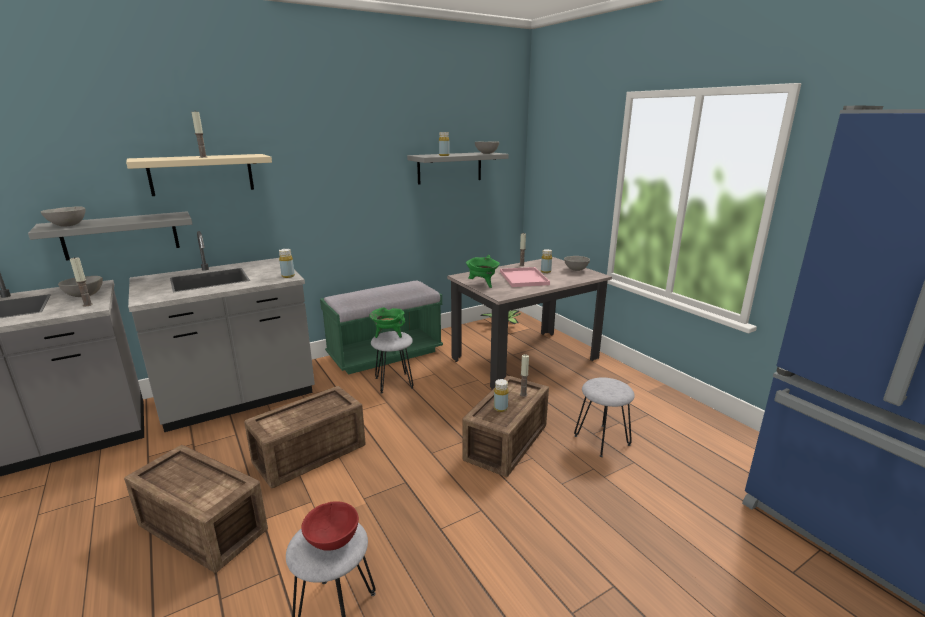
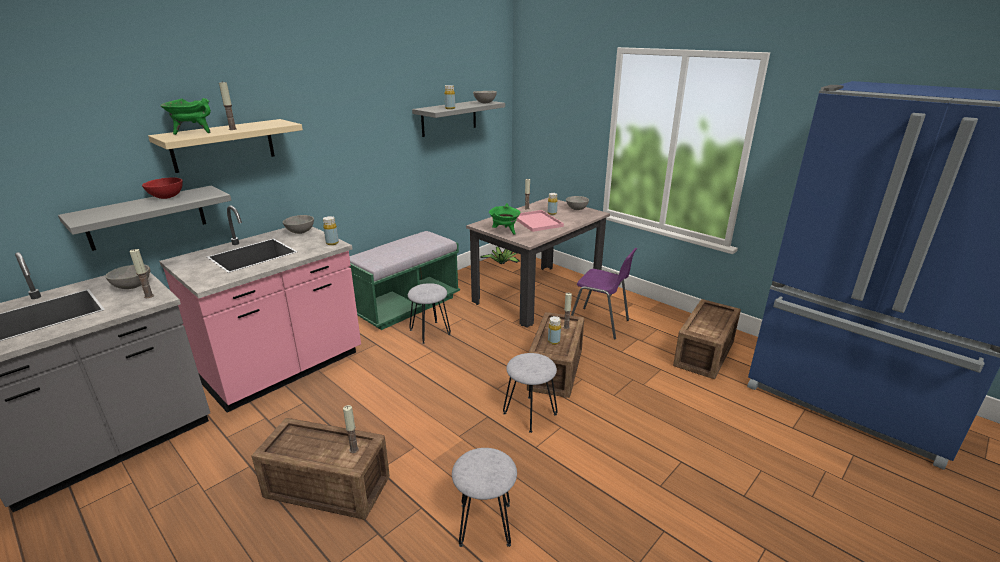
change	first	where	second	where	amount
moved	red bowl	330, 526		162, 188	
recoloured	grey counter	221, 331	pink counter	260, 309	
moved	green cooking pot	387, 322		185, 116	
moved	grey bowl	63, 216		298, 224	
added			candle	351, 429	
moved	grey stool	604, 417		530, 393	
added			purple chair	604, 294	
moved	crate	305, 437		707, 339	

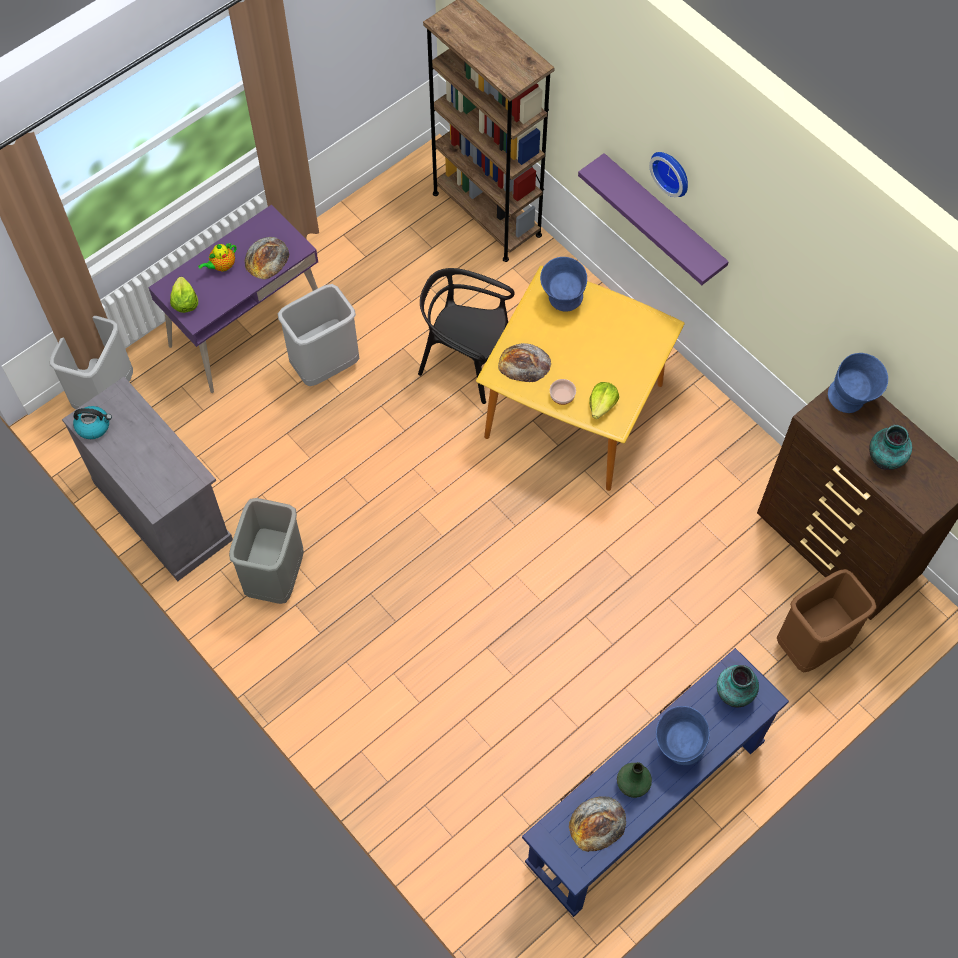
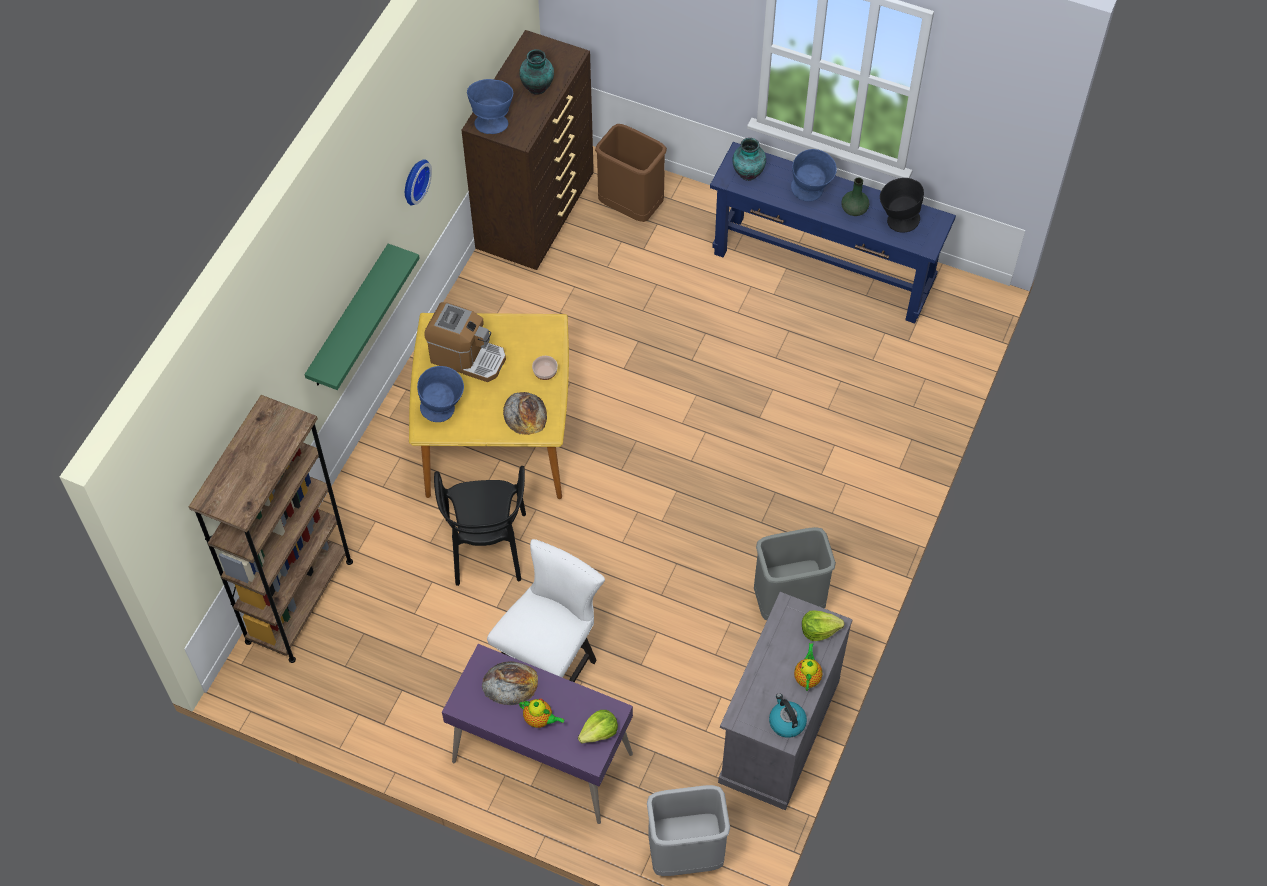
change	first	where	second	where	amount
recoloured	purple shelf	653, 219	green shelf	362, 317	
moved	wall clock	668, 174		418, 182	
added			coffee machine	465, 342	
replaced	grey trash can	319, 335	white chair	546, 610	
added			teapot	808, 667	
moved	lettuce	604, 400		823, 625	
replaced	bread	597, 824	black bowl	902, 205	

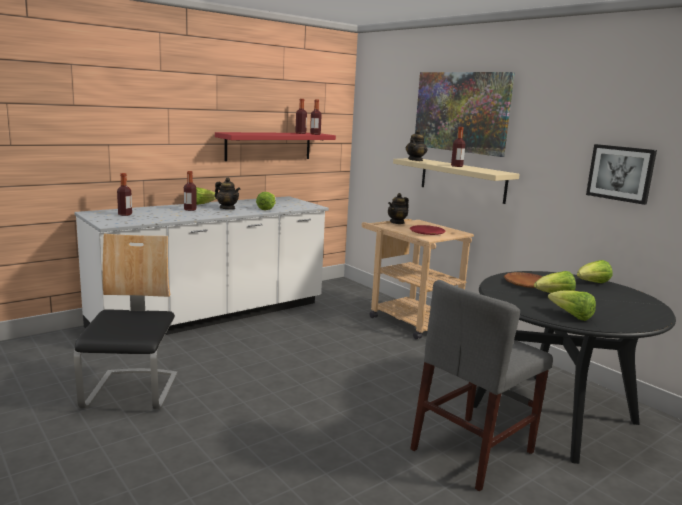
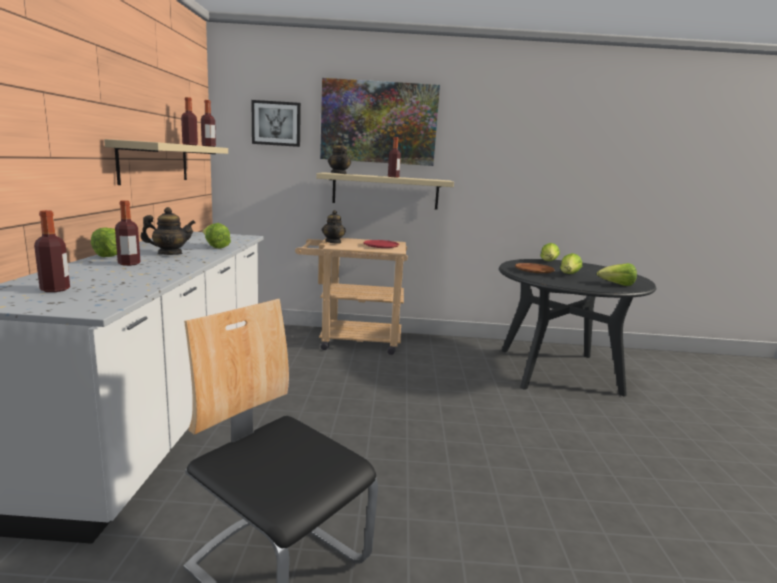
change	first	where	second	where	amount
recoloured	red shelf	275, 146	beige shelf	166, 162	
moved	picture	621, 174		276, 123	
removed	grey chair	481, 385			

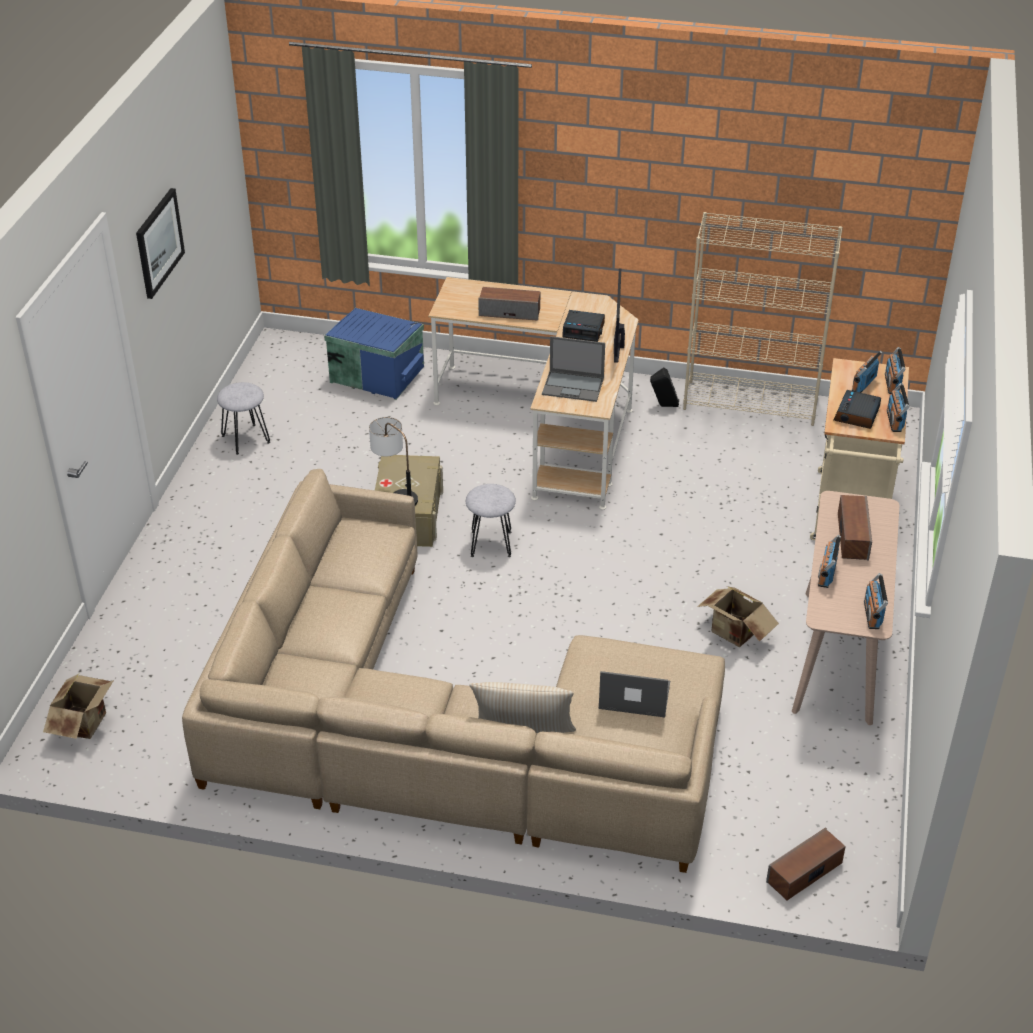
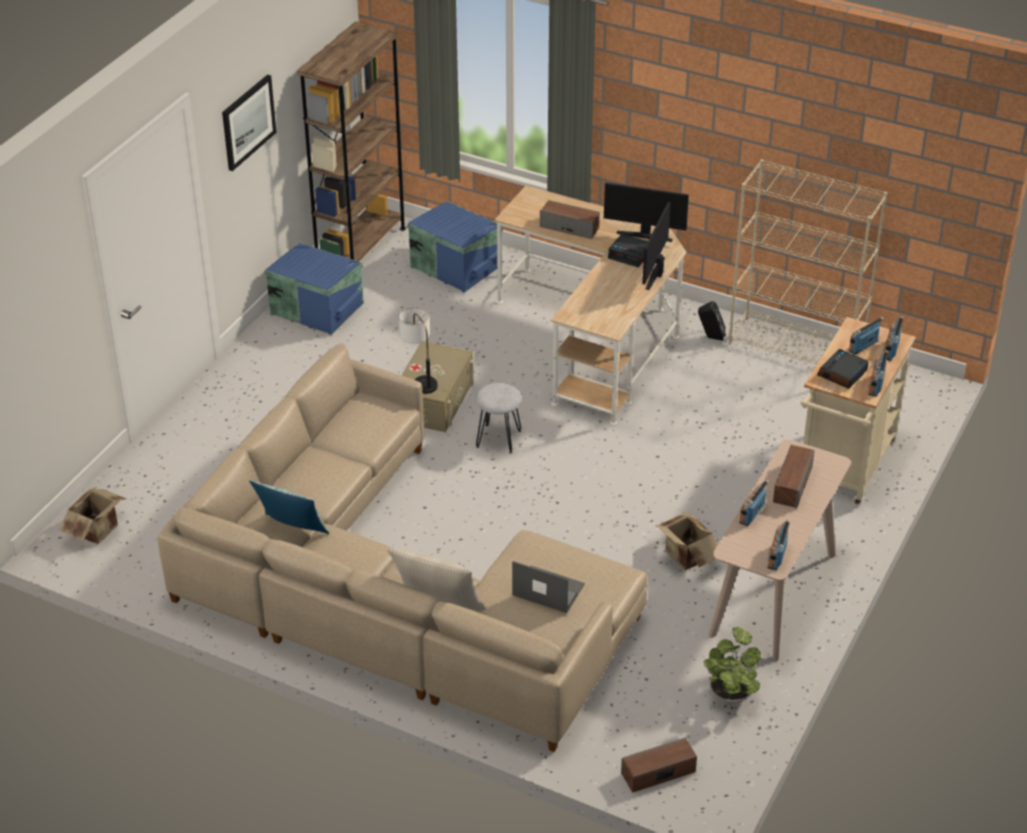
change	first	where	second	where	amount
added			pillow	289, 507	
replaced	grey stool	243, 418	blue storage box	314, 289	
added			brown bookcase	351, 141	
added			monitor	646, 212	
added			potted plant	732, 666	
removed	laptop	573, 369			

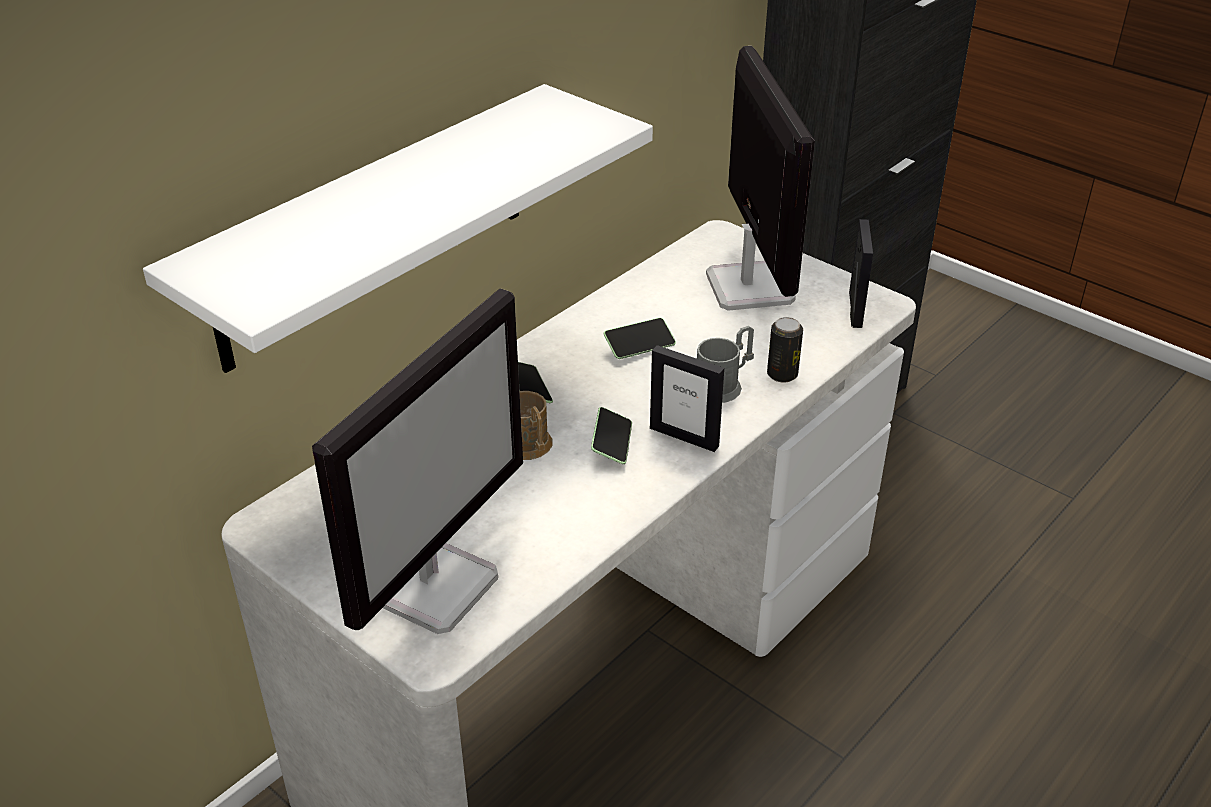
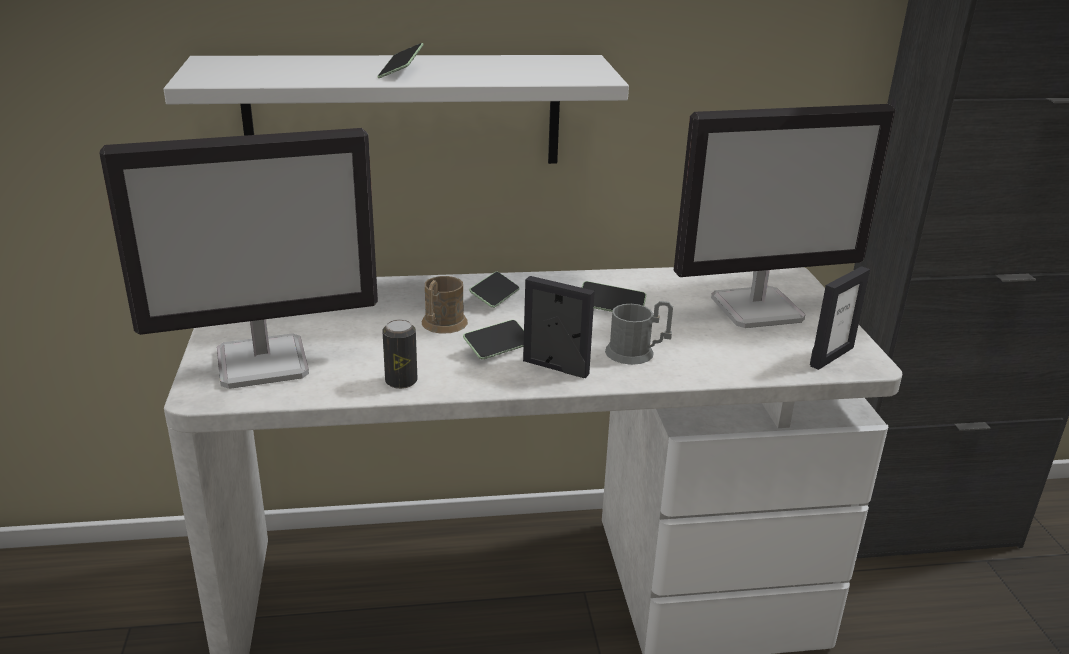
change	first	where	second	where	amount
added			phone	400, 60	
moved	can	785, 349		399, 354	
turned	picture frame	687, 398		559, 327	135 degrees clockwise
turned	monitor	760, 178		784, 216	45 degrees clockwise

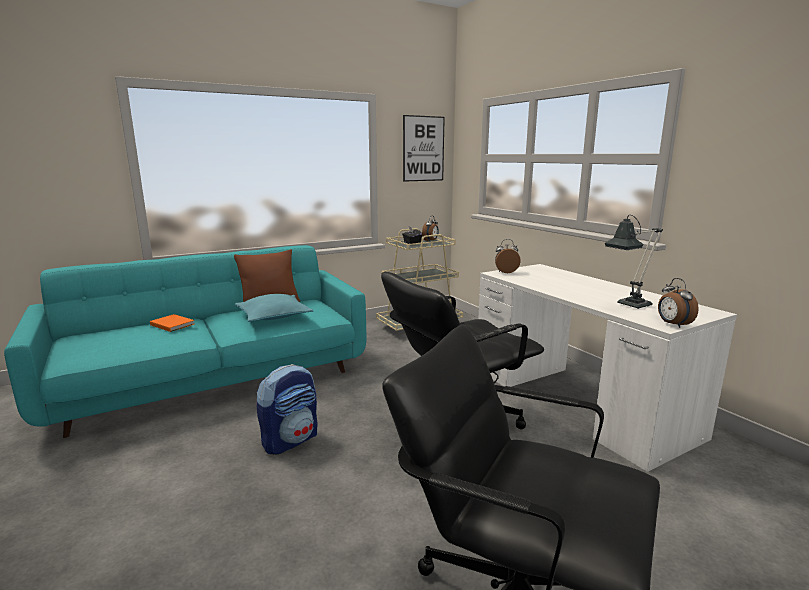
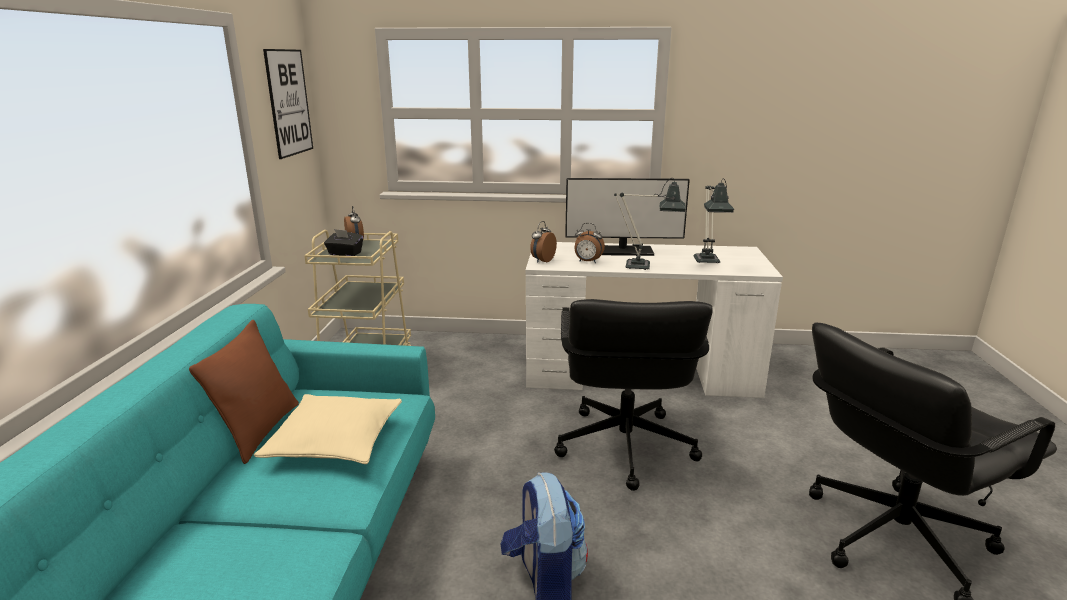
change	first	where	second	where	amount
recoloured	turquoise pillow	274, 308	beige pillow	328, 429	
added			monitor	627, 217	
moved	alarm clock	678, 303		590, 243	
added			table lamp	650, 224	
removed	orange book	172, 323			

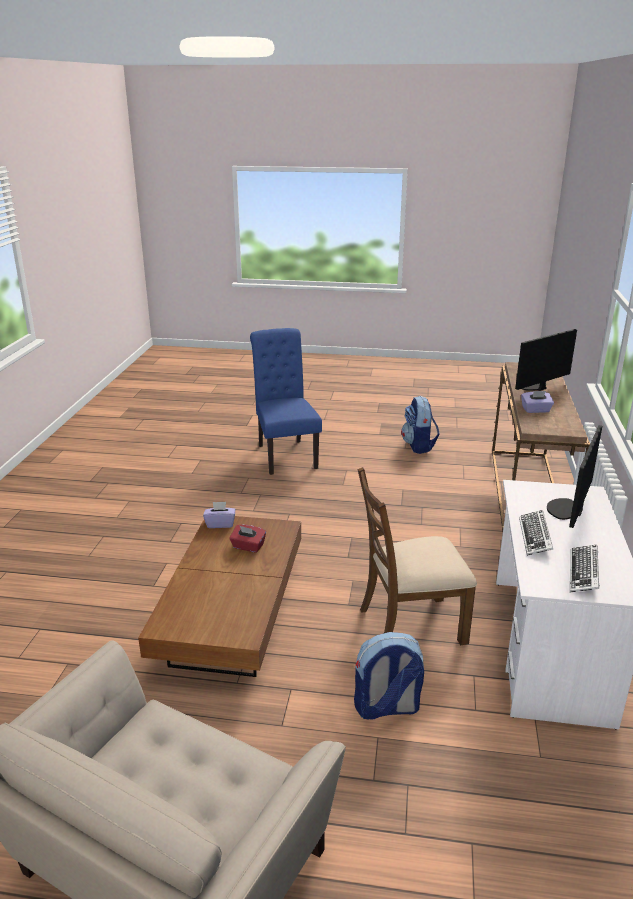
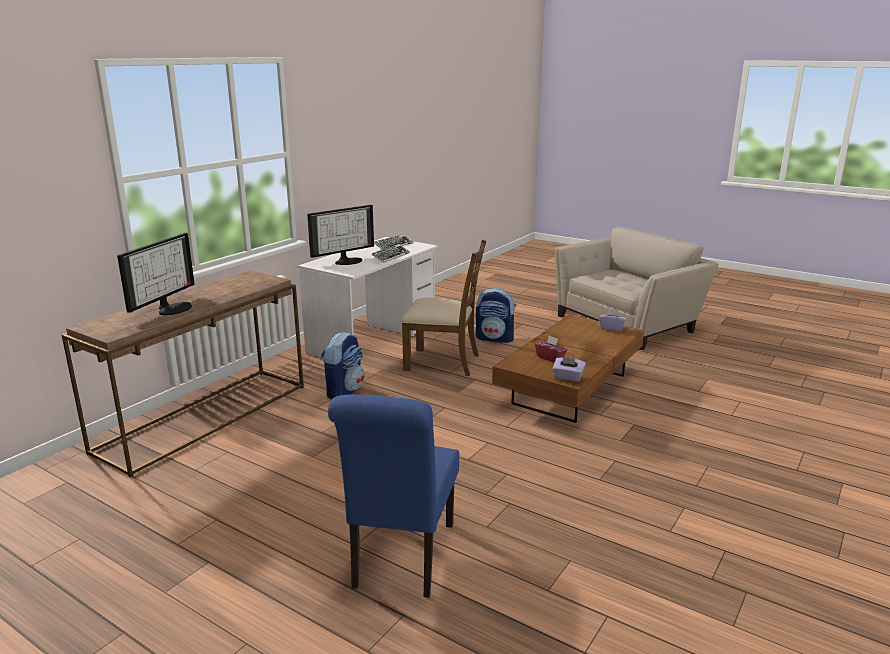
change	first	where	second	where	amount
turned	monitor	546, 360		156, 274	60 degrees counterclockwise
moved	backpack	420, 425		343, 365	
moved	purple tissue box	537, 402		612, 320	

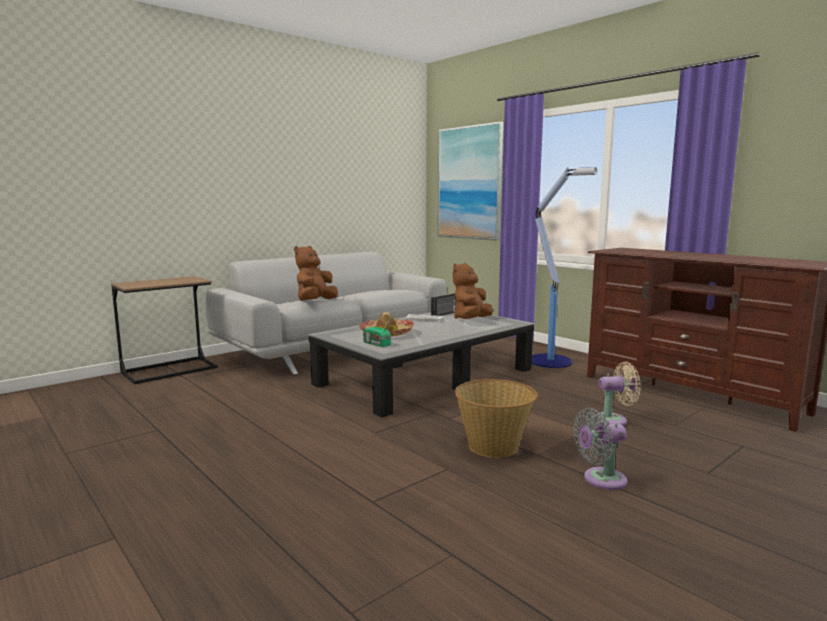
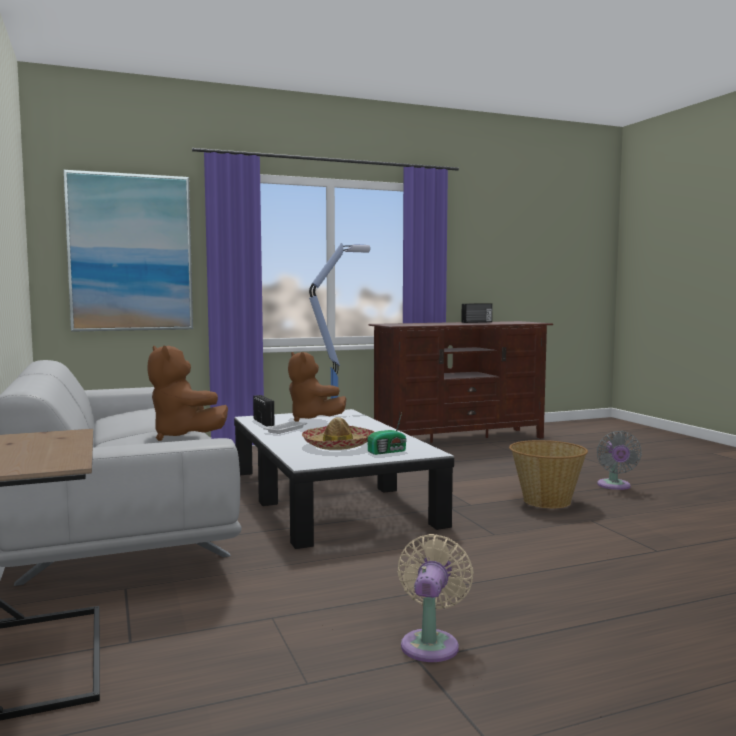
change	first	where	second	where	amount
moved	beige fan	619, 394		436, 598	
added			radio	476, 313	

